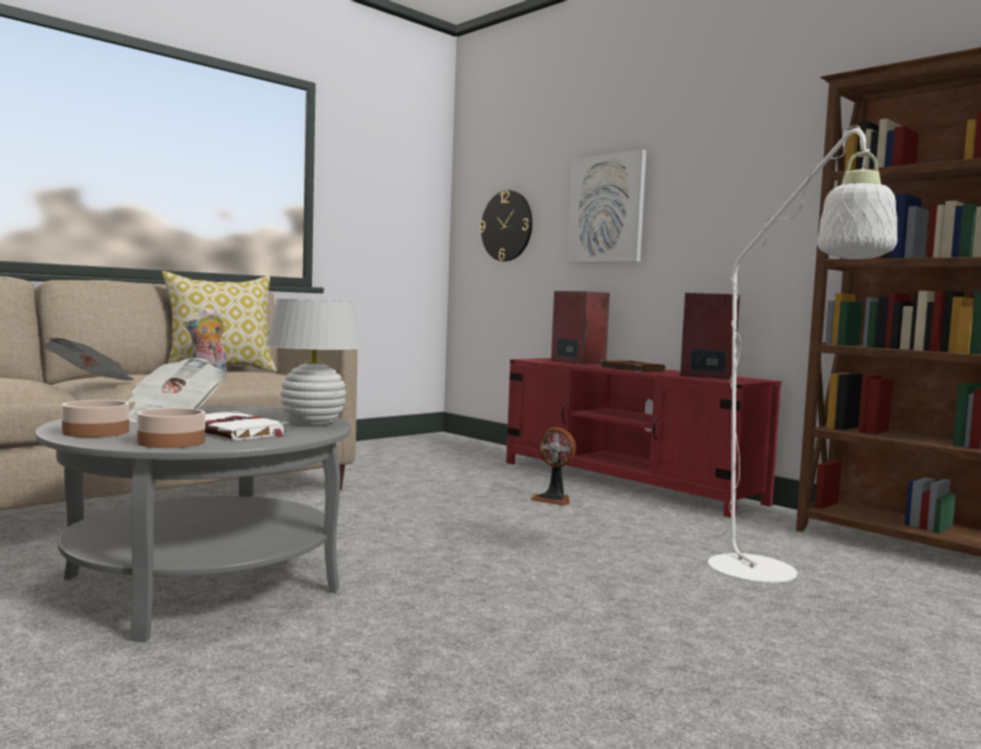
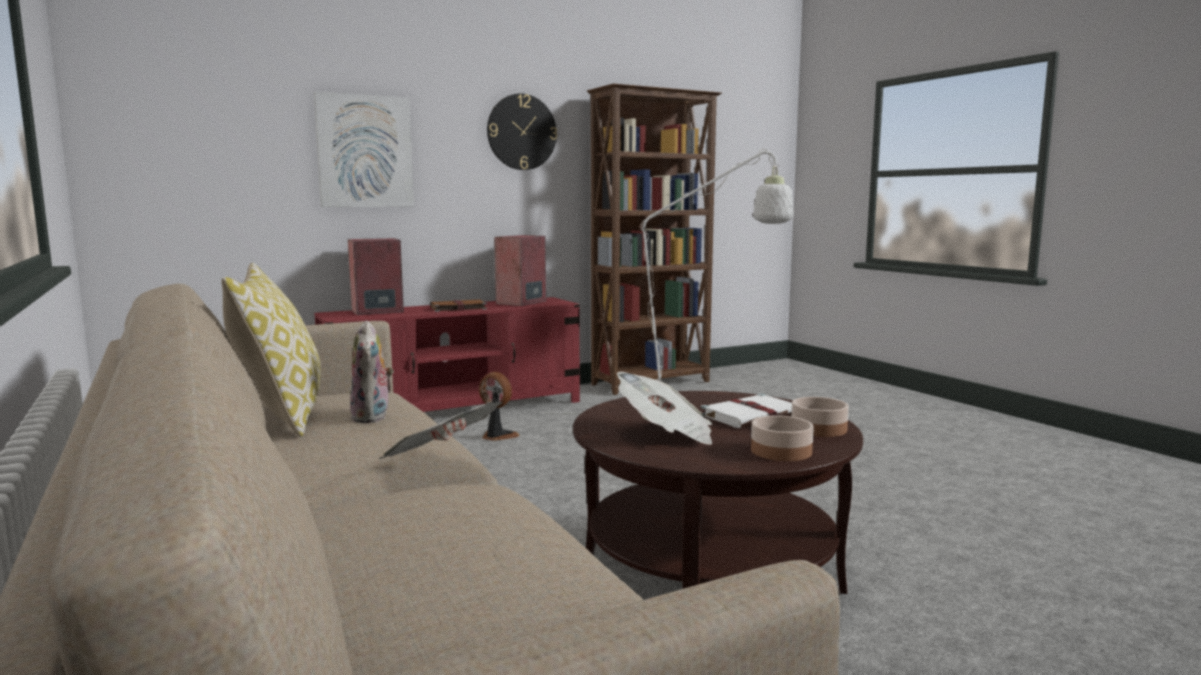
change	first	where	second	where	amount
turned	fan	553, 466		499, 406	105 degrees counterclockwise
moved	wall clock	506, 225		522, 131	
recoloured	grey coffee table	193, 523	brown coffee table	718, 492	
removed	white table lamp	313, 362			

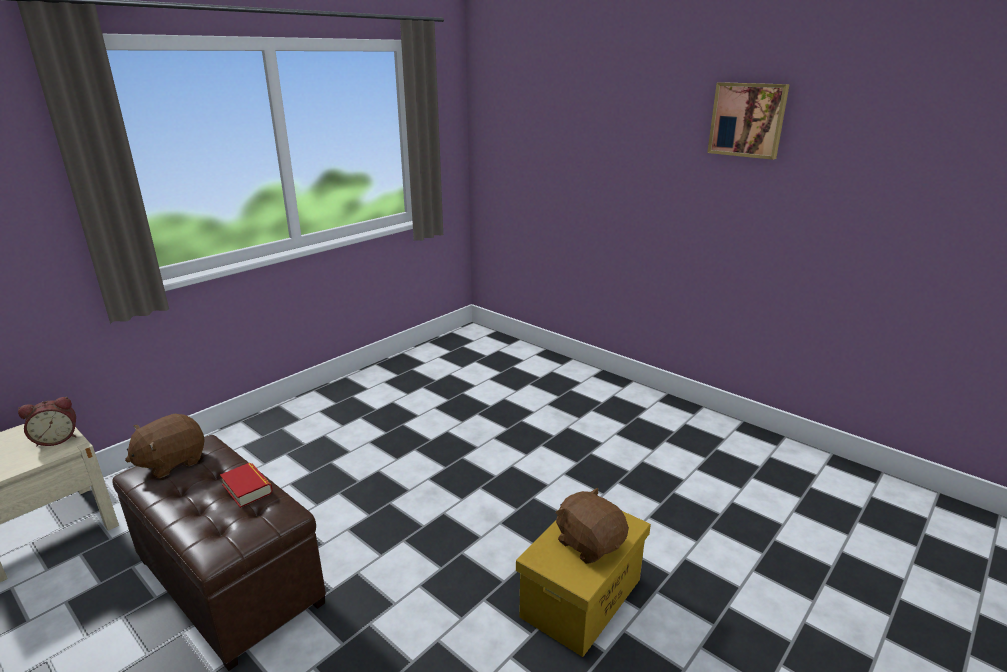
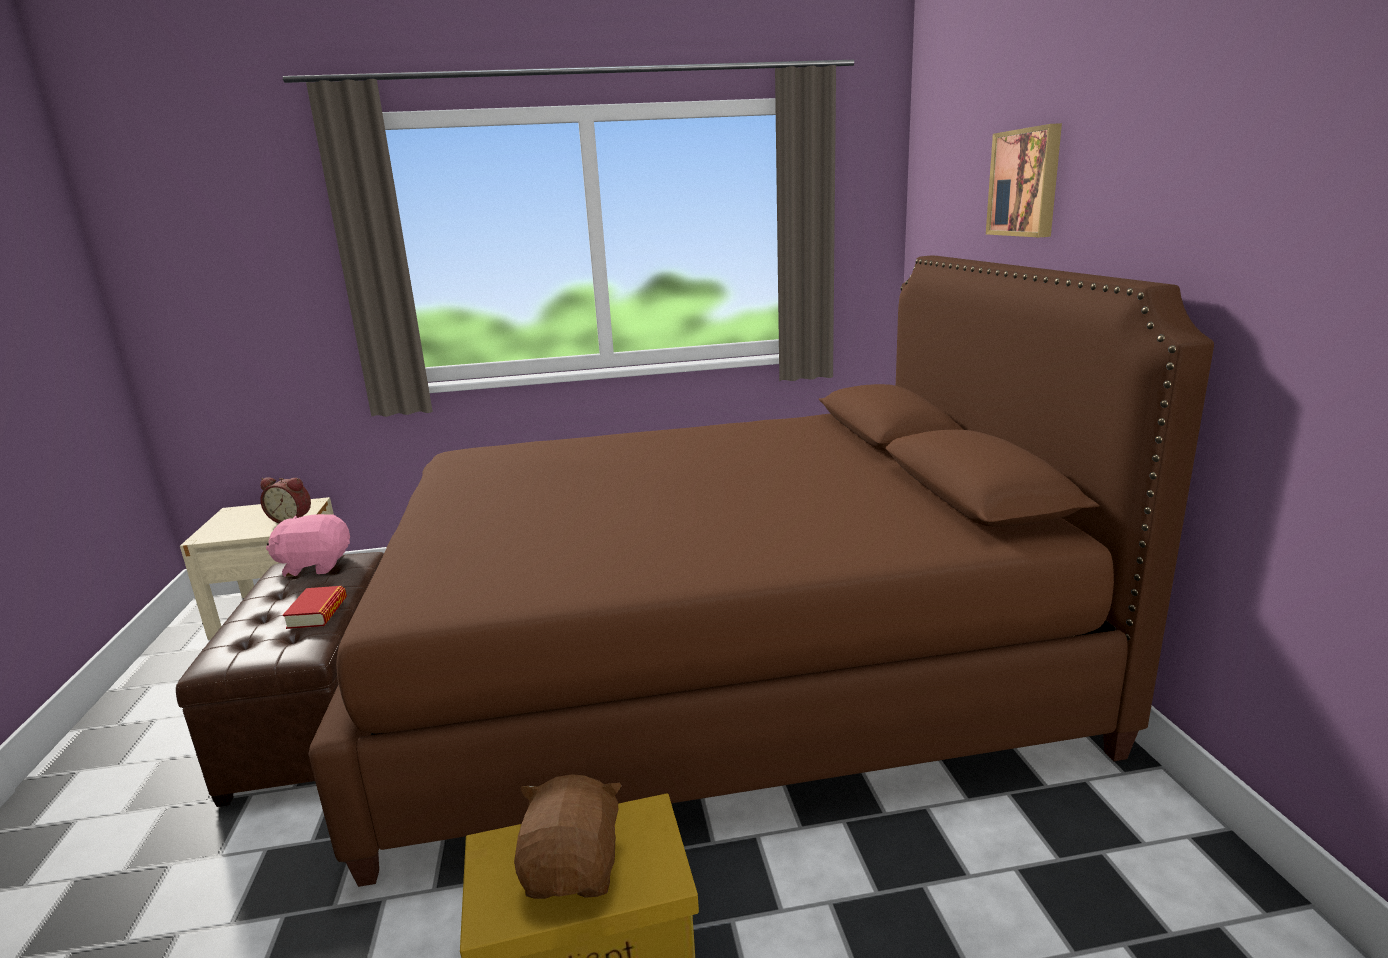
change	first	where	second	where	amount
recoloured	brown plush toy	165, 446	pink plush toy	308, 545	
added			brown bed	761, 571	
moved	picture	748, 121		1024, 180	

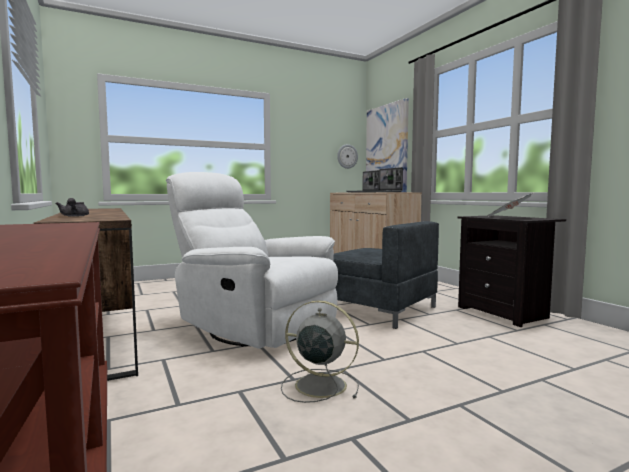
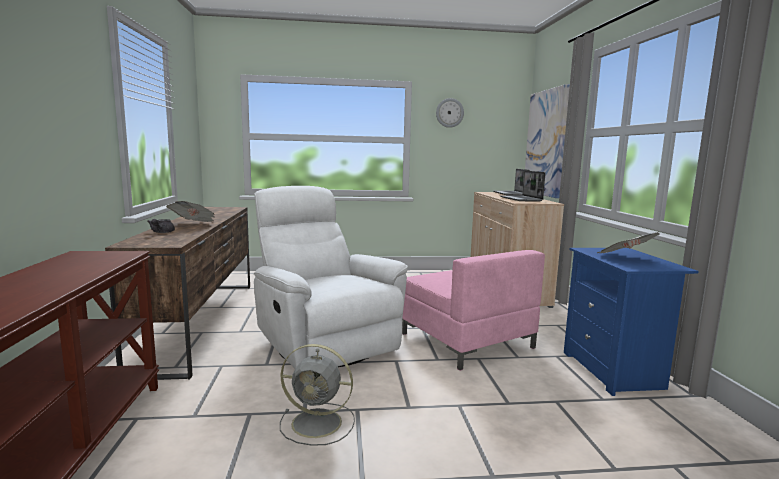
change	first	where	second	where	amount
added			newspaper	190, 211	
turned	grey fan	320, 351		317, 395	150 degrees clockwise
recoloured	grey armchair	386, 275	pink armchair	473, 310	
moved	wall clock	347, 156		450, 113	
recoloured	black nightstand	512, 271	blue nightstand	631, 322	

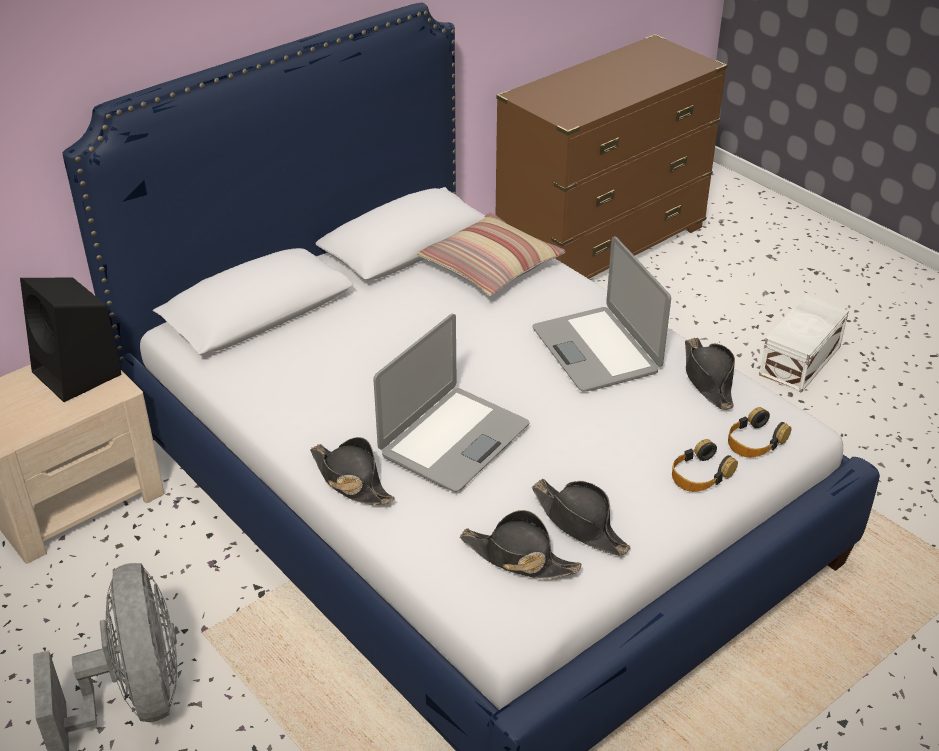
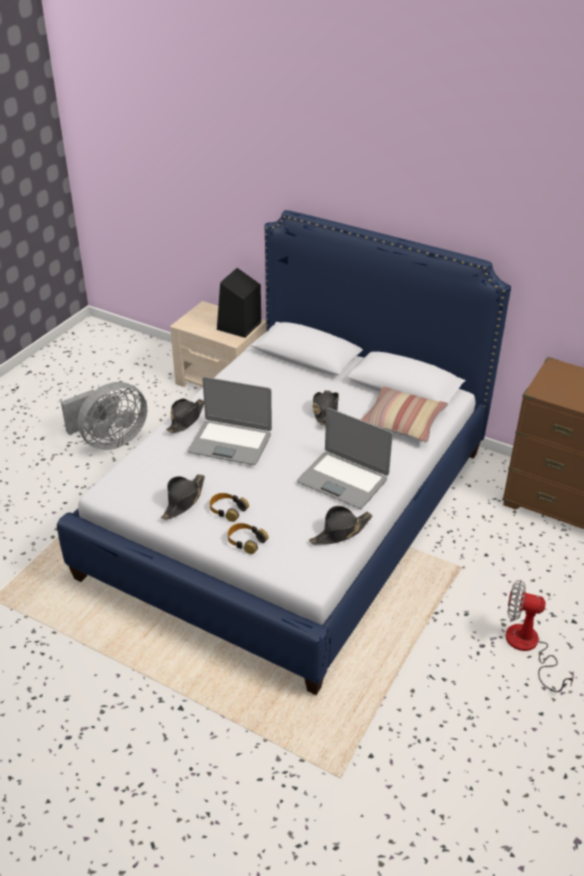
change	first	where	second	where	amount
moved	headphones	759, 432		229, 507	
turned	laptop	601, 314		345, 458	105 degrees counterclockwise
moved	black hat	521, 544		326, 408	
replaced	white storage box	804, 344	fan	540, 636	

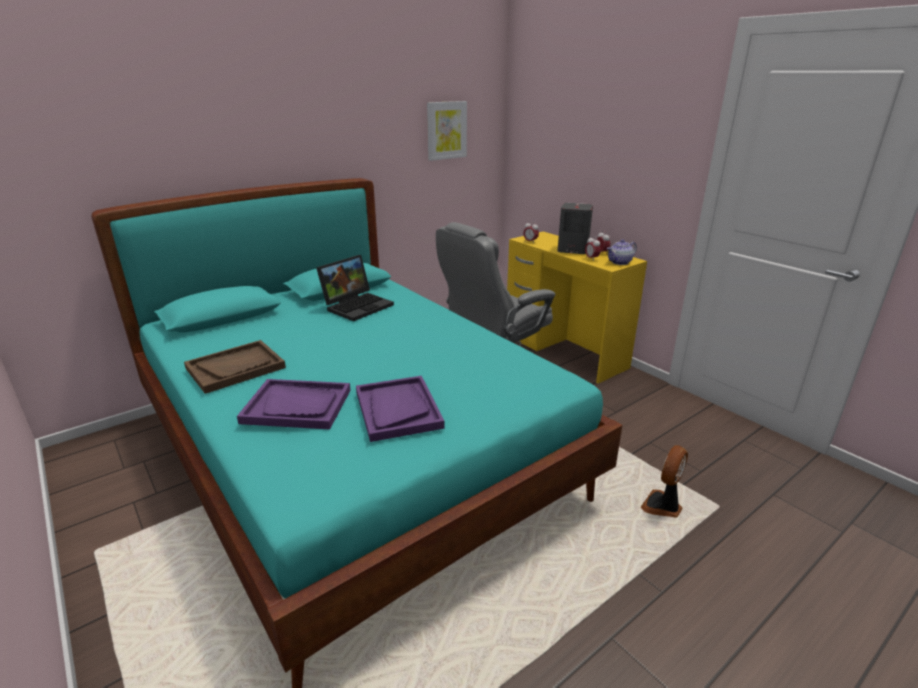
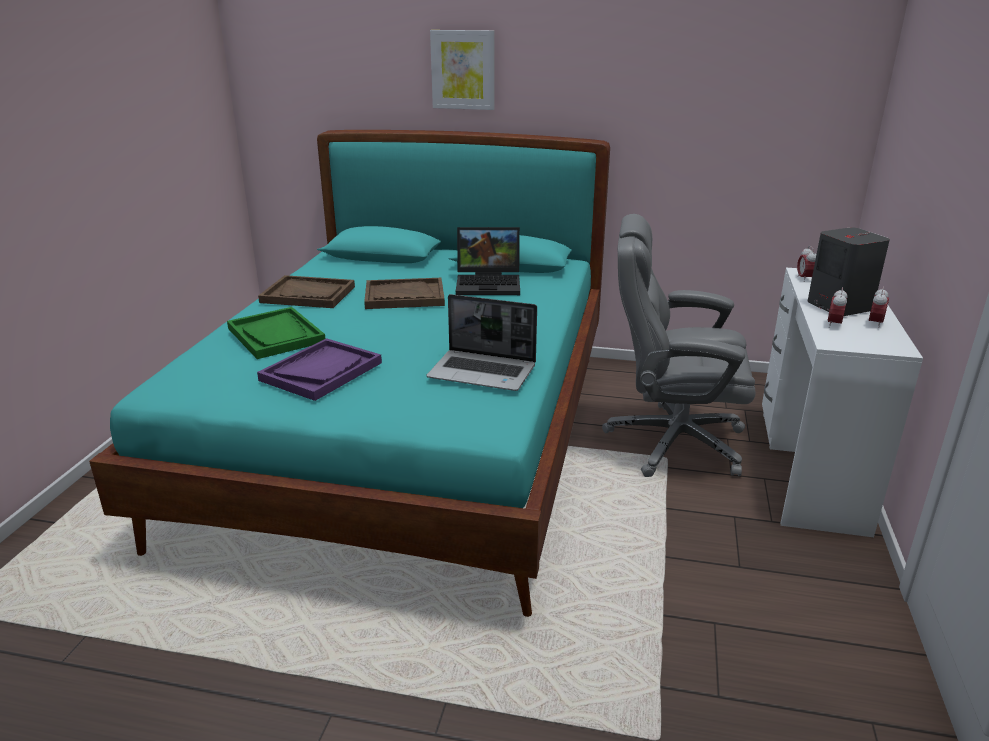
change	first	where	second	where	amount
recoloured	purple tray	294, 404	green tray	276, 333	
added			brown tray	404, 293	
added			laptop	482, 342	
moved	picture	447, 131		462, 70	
recoloured	yellow desk	577, 307	white desk	842, 402	
removed	teapot	622, 252			
removed	fan	664, 481			

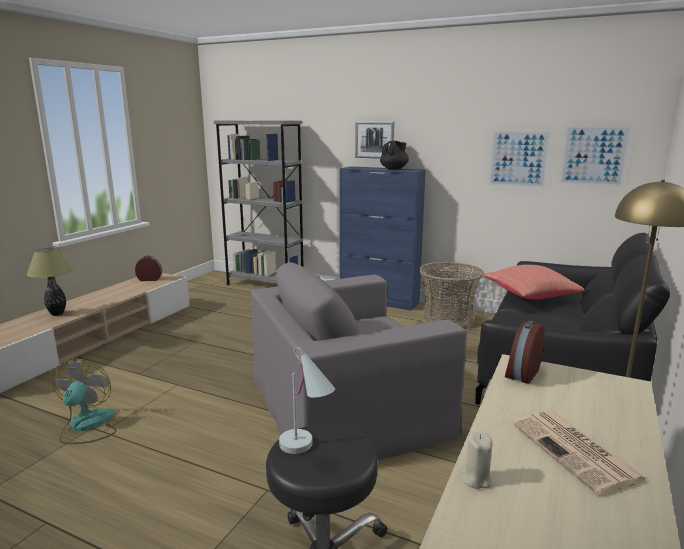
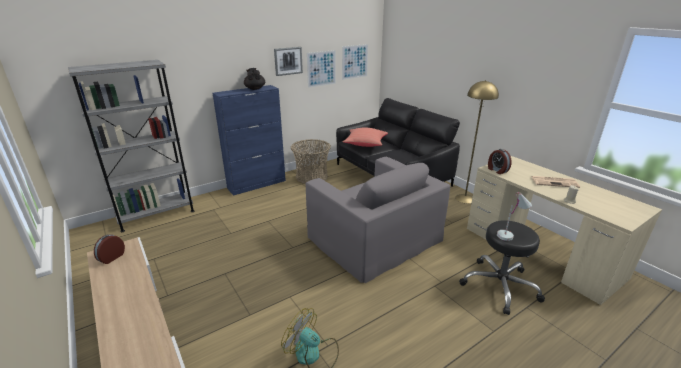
change	first	where	second	where	amount
moved	picture	375, 140		288, 61	
turned	grey armchair	359, 361		378, 220	45 degrees counterclockwise
removed	table lamp	50, 281			

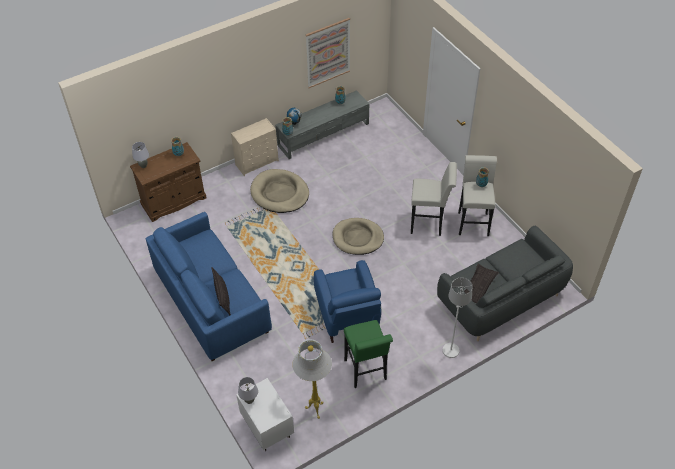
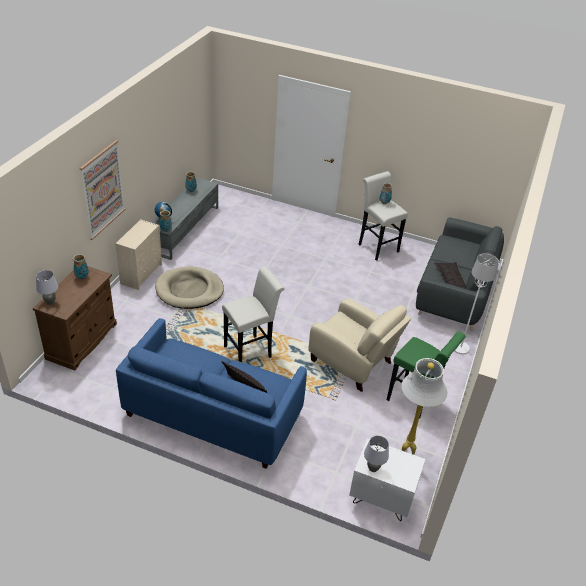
change	first	where	second	where	amount
moved	picture	328, 53		102, 190	
moved	white stool	434, 199		253, 314	
recoloured	blue armchair	347, 301	beige armchair	360, 345	
removed	beige dog bed	358, 236			

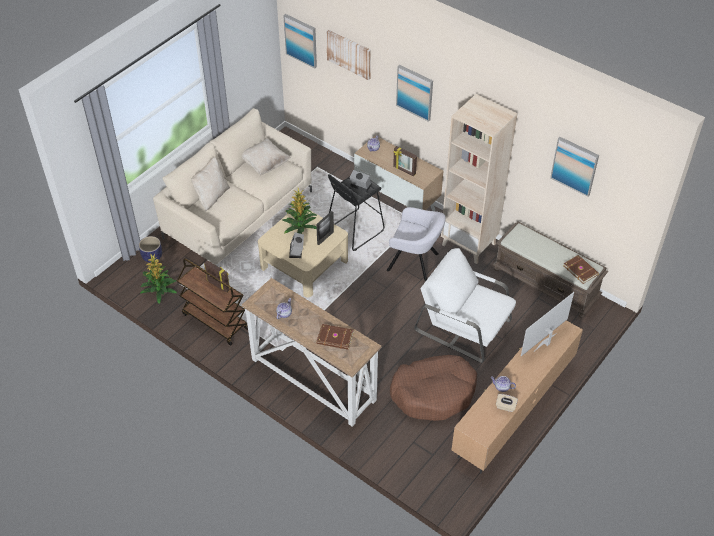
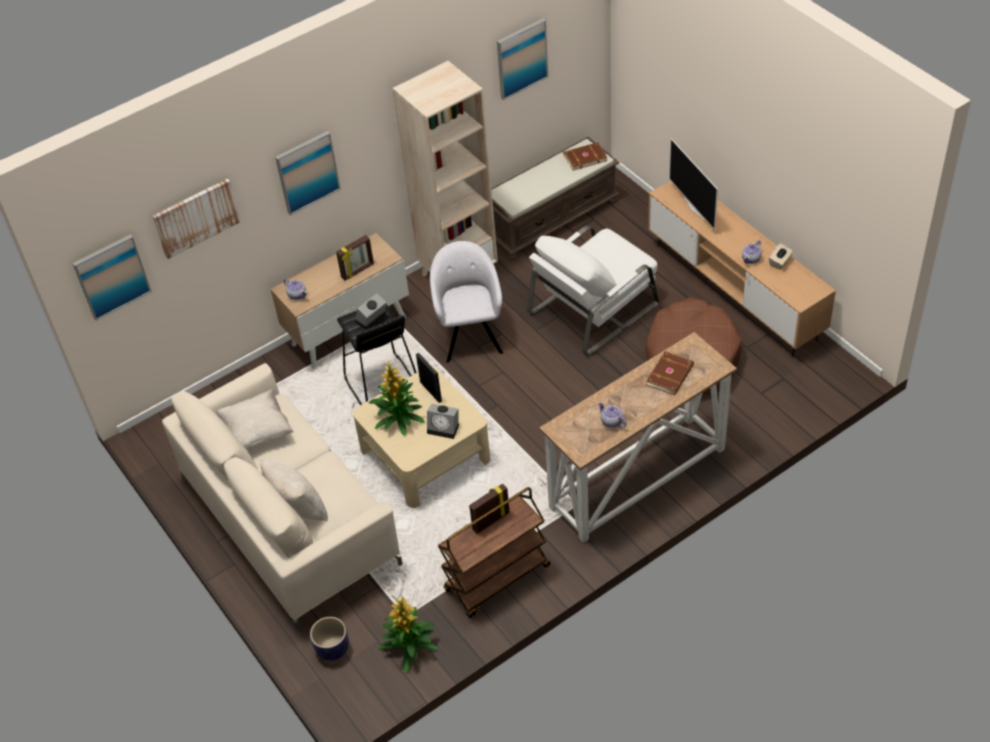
change	first	where	second	where	amount
turned	grey armchair	416, 244		466, 302	45 degrees counterclockwise

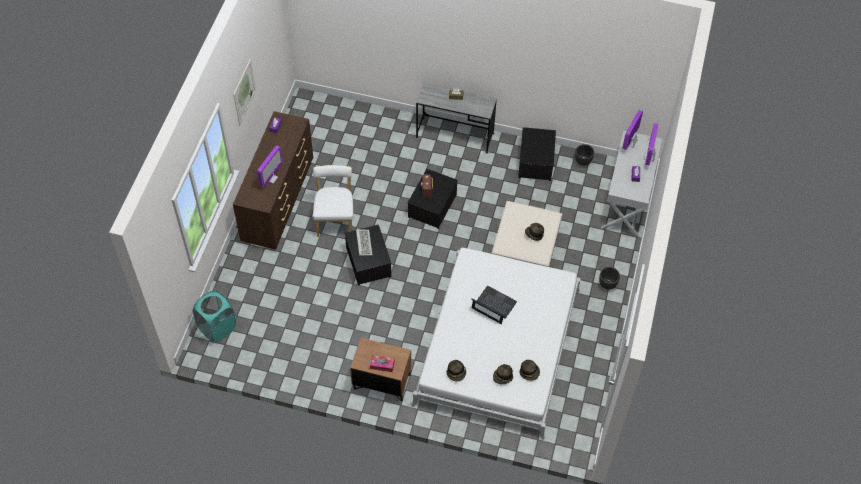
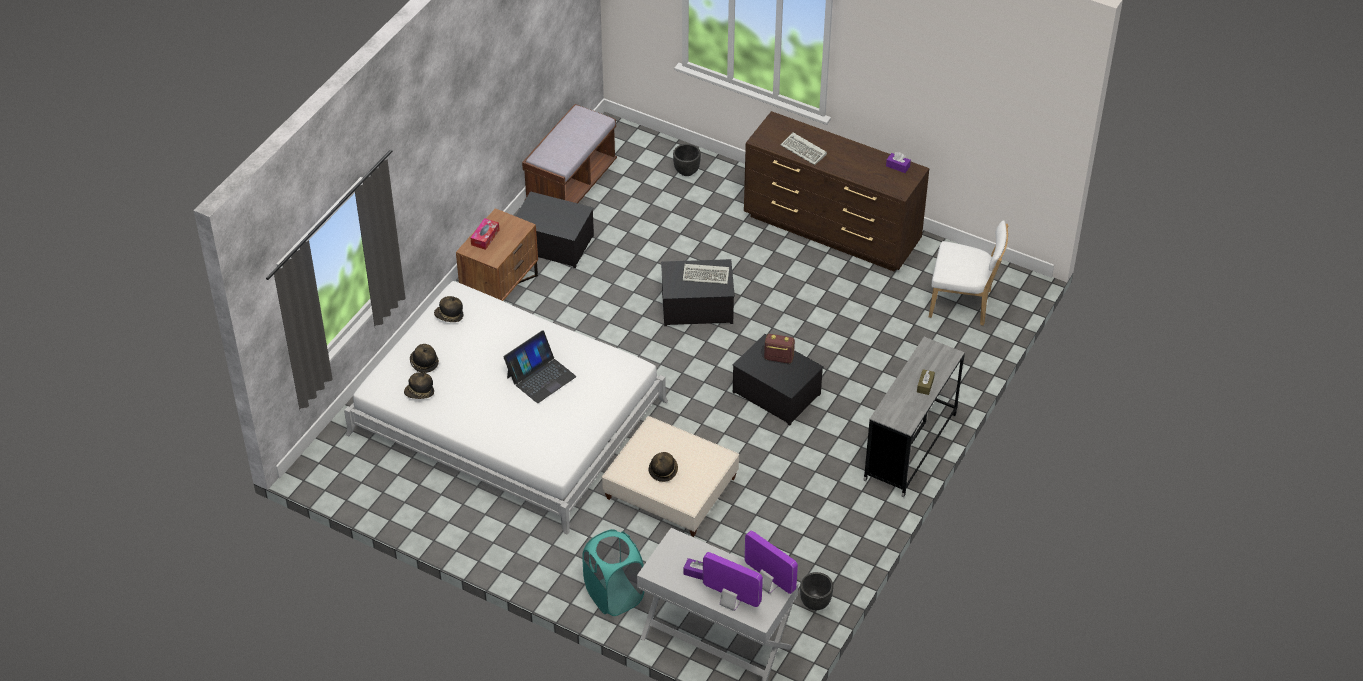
change	first	where	second	where	amount
moved	storage box	537, 154		555, 229	
added			brown bench	569, 153	
moved	turquoise laundry basket	214, 316		613, 572	
moved	black planter	609, 278		687, 160	
replaced	monitor	270, 166	keyboard	804, 148	
moved	white chair	333, 201		969, 273	
removed	picture	244, 92			

